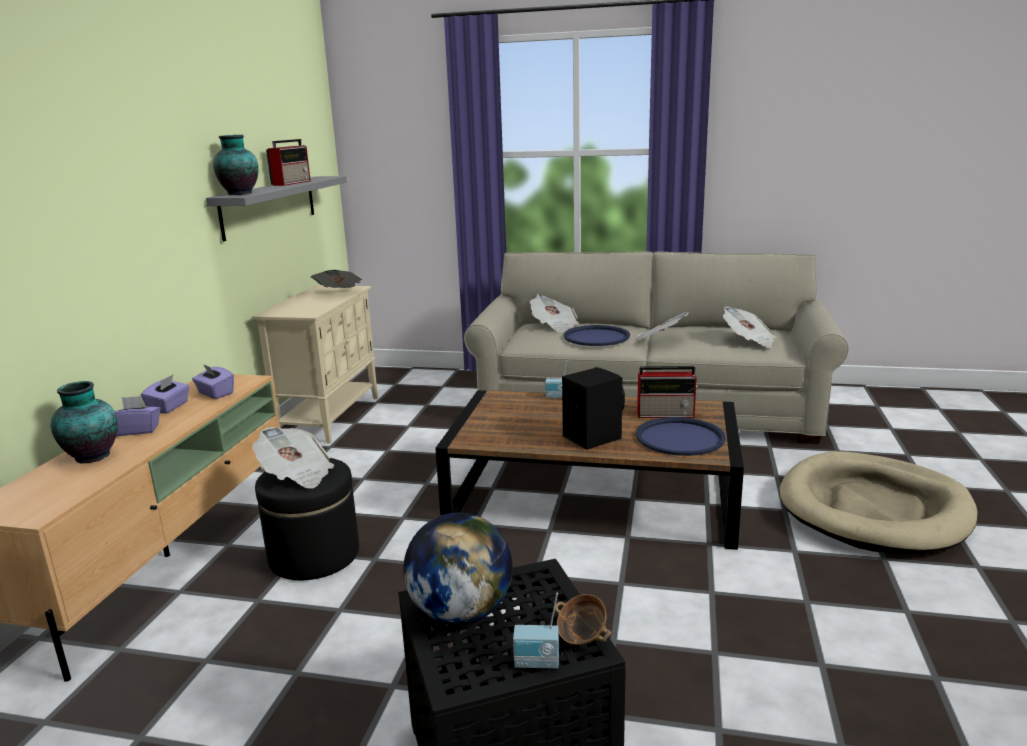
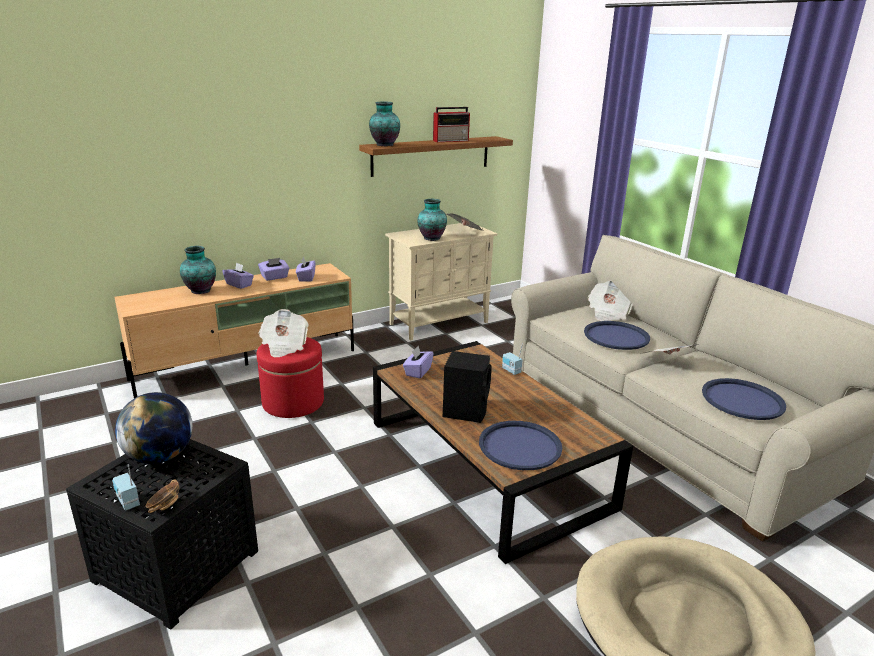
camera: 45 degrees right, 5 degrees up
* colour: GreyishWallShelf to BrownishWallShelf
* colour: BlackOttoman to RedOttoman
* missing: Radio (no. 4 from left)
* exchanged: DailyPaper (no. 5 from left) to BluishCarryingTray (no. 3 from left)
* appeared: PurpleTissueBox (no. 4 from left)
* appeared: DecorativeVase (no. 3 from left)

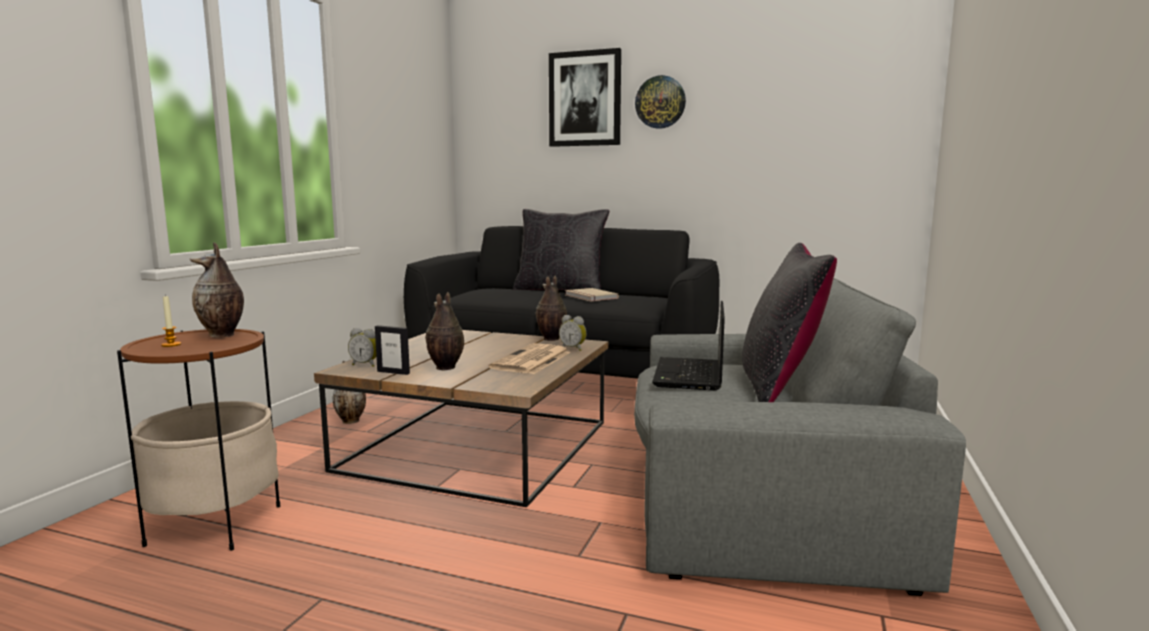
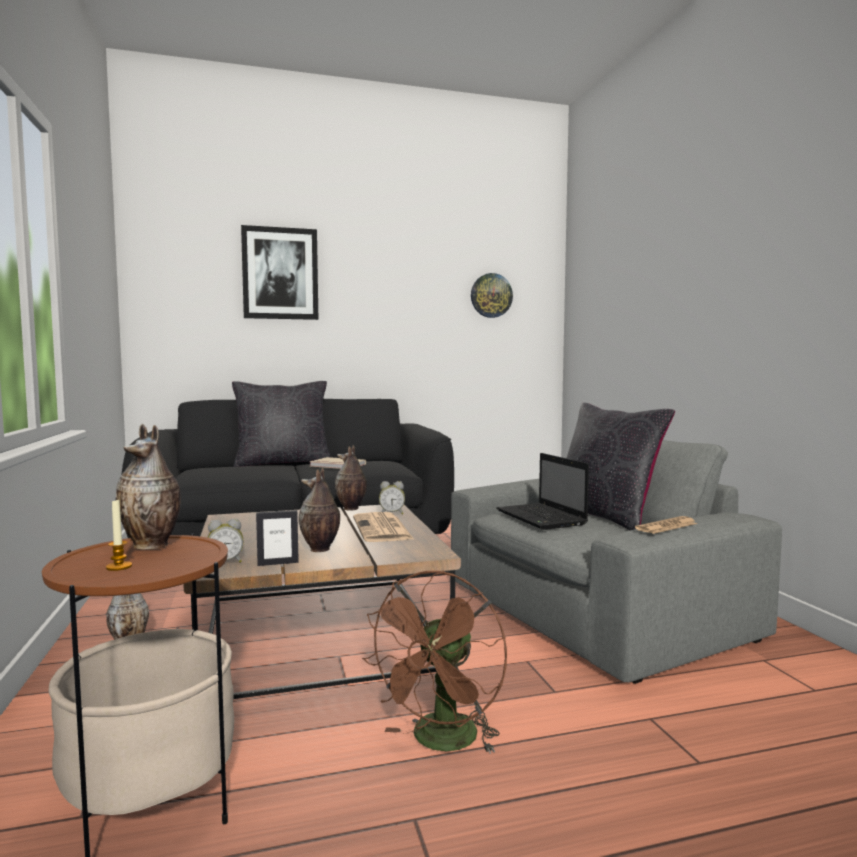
camera: 35 degrees left, 5 degrees down
* relocated: ClockOnTheWall
* appeared: BrownishFan
* appeared: DailyPaper (no. 2 from left)

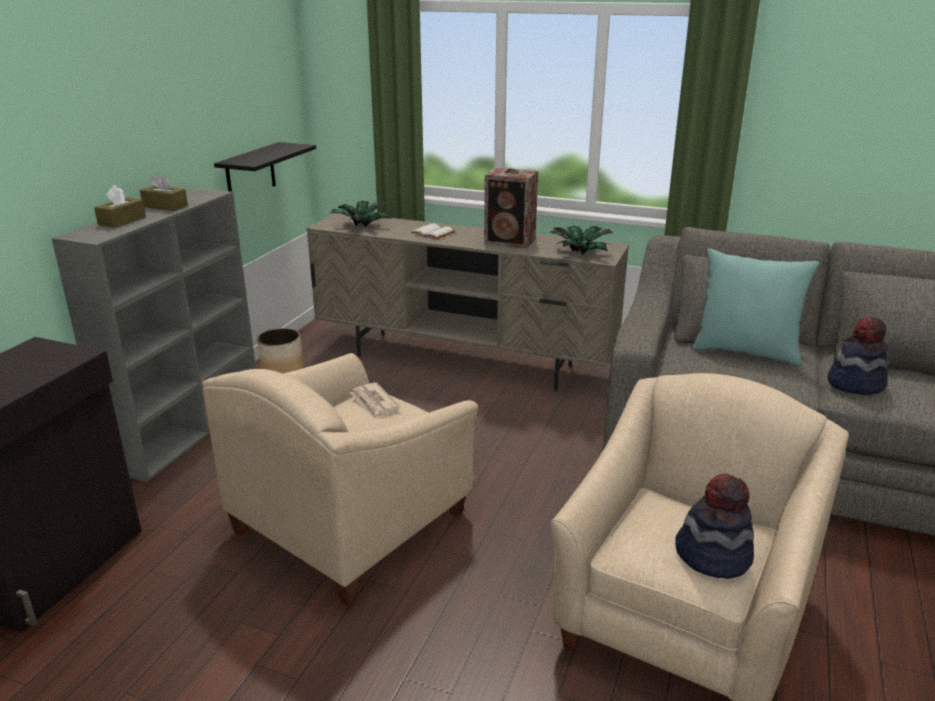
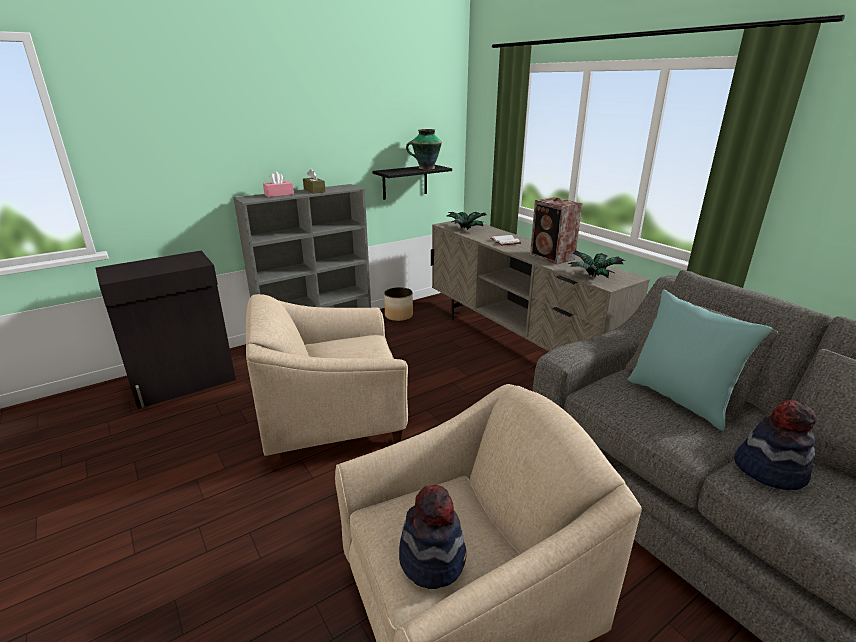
camera: 35 degrees right, 0 degrees up
* colour: BrownishTissueBox (no. 1 from left) to PinkColouredTissueBox
* missing: DailyPaper
* appeared: DecorativeVase

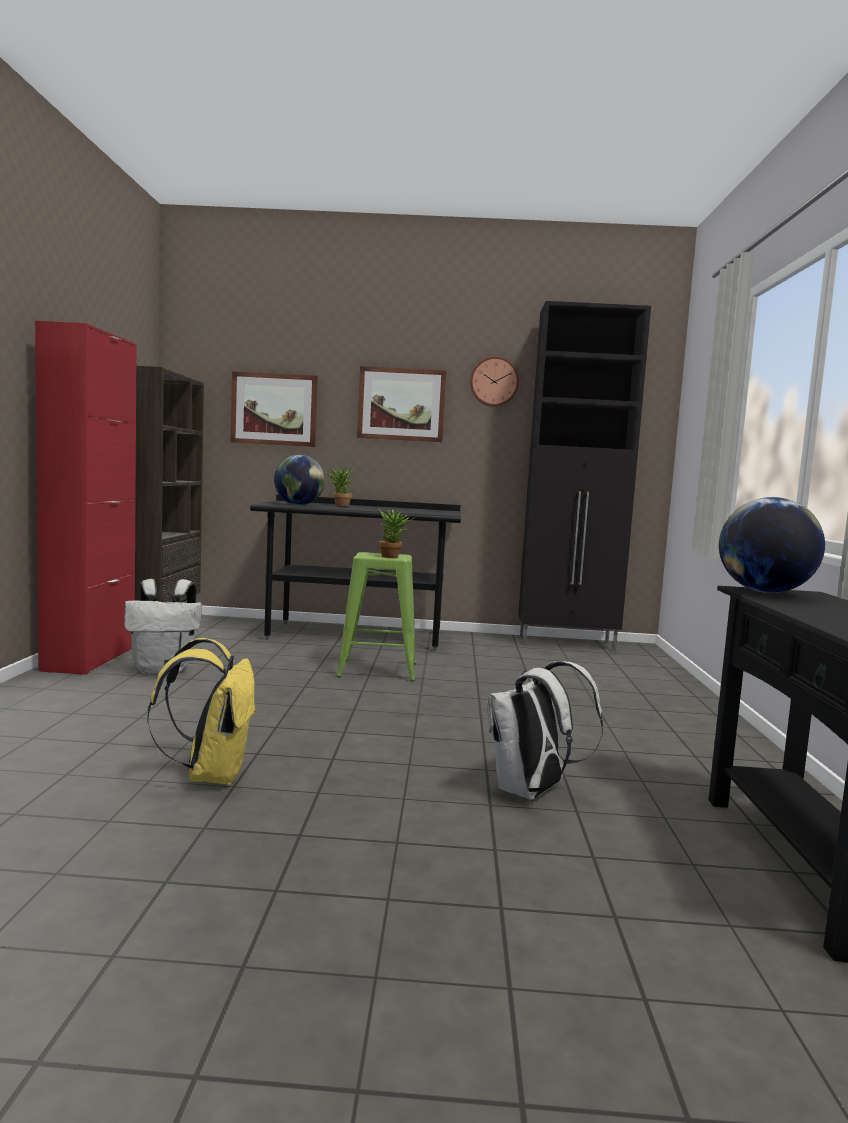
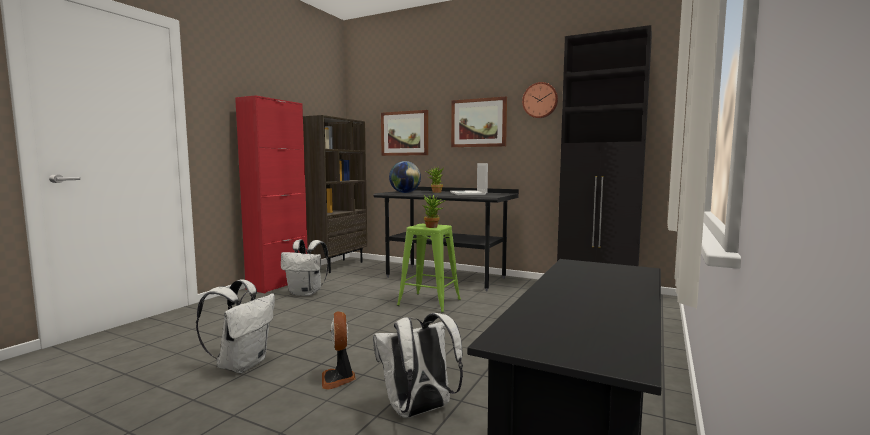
camera: 25 degrees right, 0 degrees up
* colour: YellowRucksack to WhiteColouredRucksack (no. 1 from left)
* missing: WorldGlobe (no. 2 from left)
* appeared: Fan
* appeared: PortableComputer

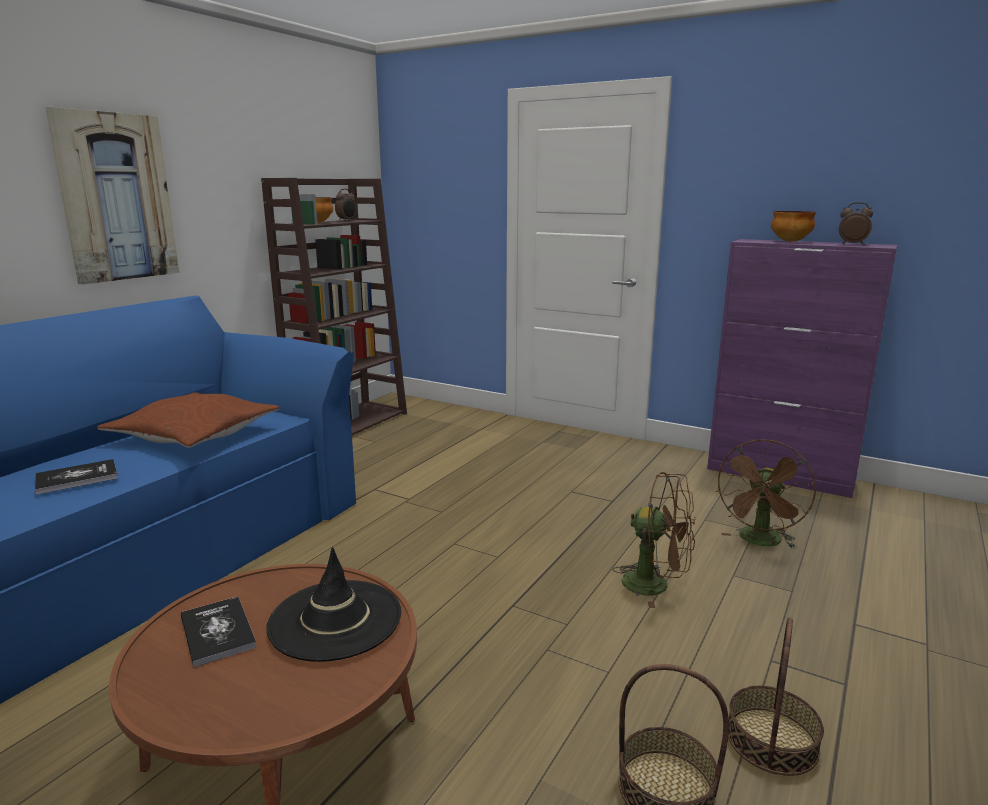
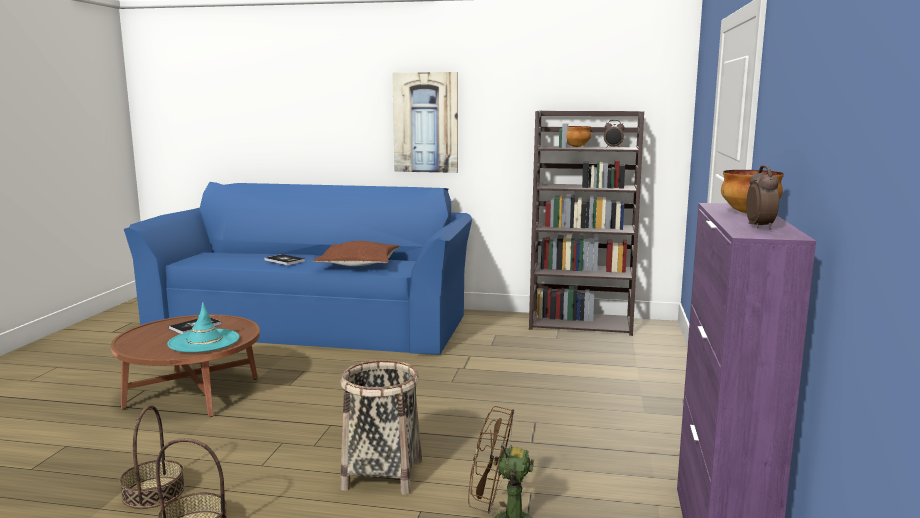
camera: 70 degrees right, 5 degrees down
* colour: BlackHat to TurquoiseHat
* exchanged: BrownishFan (no. 1 from left) to HouseholdBasket (no. 3 from left)

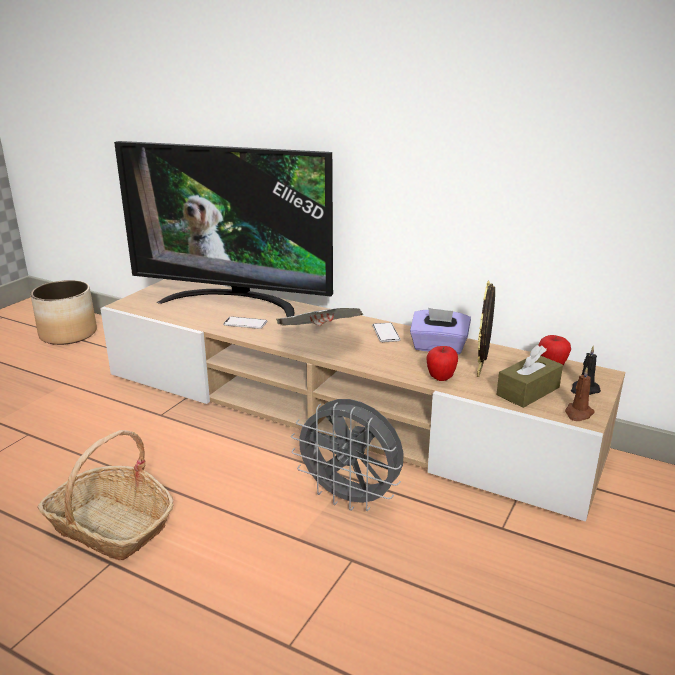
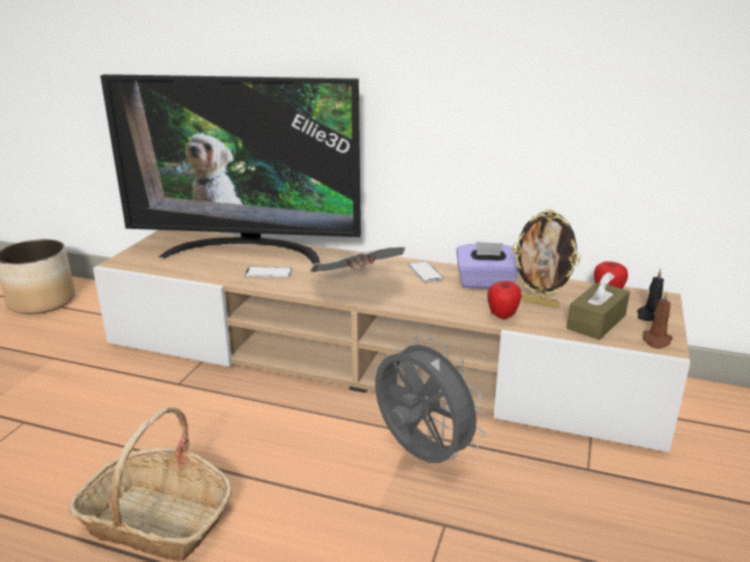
camera: 10 degrees left, 0 degrees up
* spun: GreyishFan 150 degrees counterclockwise
* spun: PhotoFrame 75 degrees counterclockwise

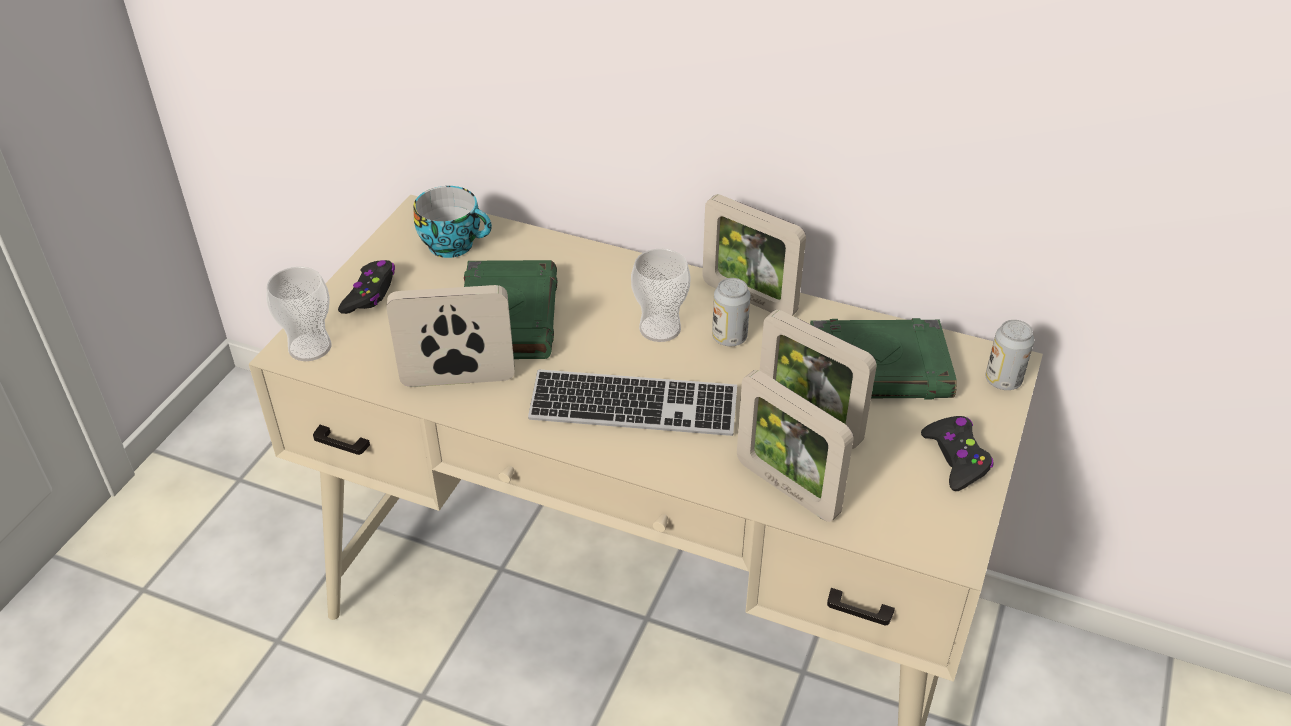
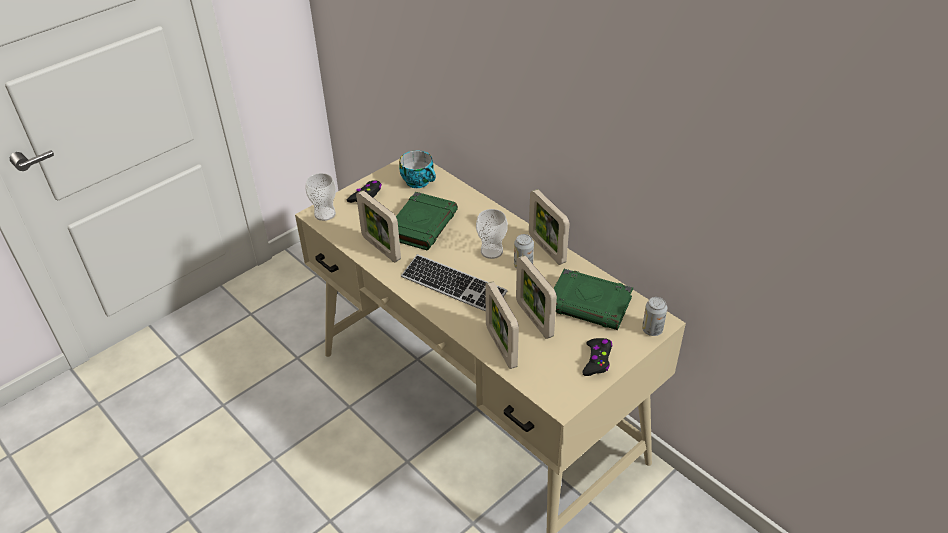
camera: 25 degrees right, 0 degrees up
* spun: PhotoFrame (no. 1 from left) 150 degrees counterclockwise

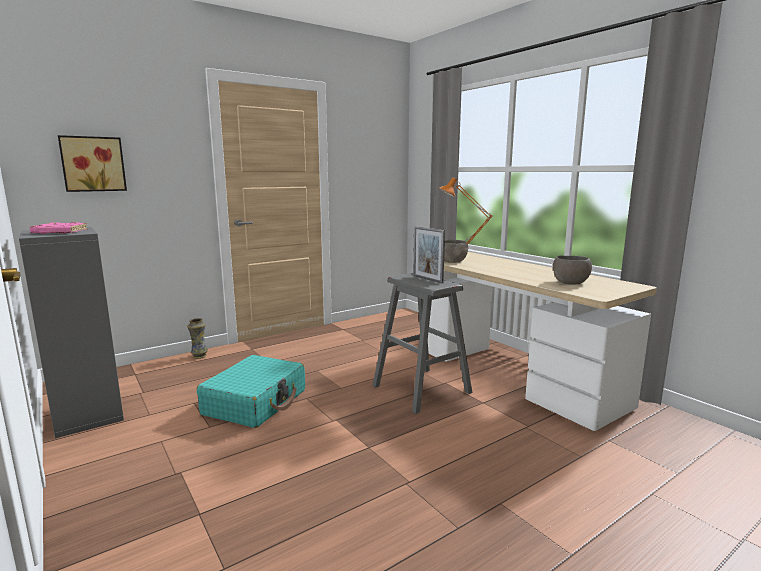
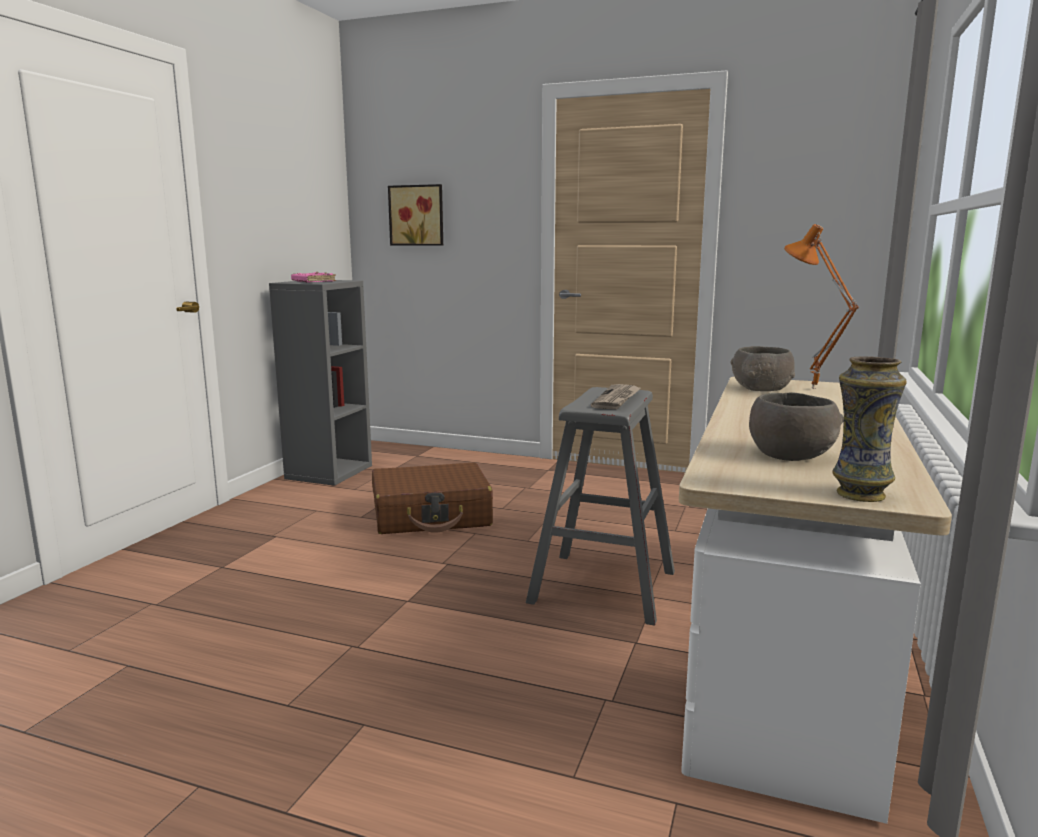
camera: 55 degrees right, 0 degrees up
* relocated: DecorativeVase
* colour: TurquoisePieceOfLuggage to BrownishPieceOfLuggage
* exchanged: PhotoFrame to DailyPaper

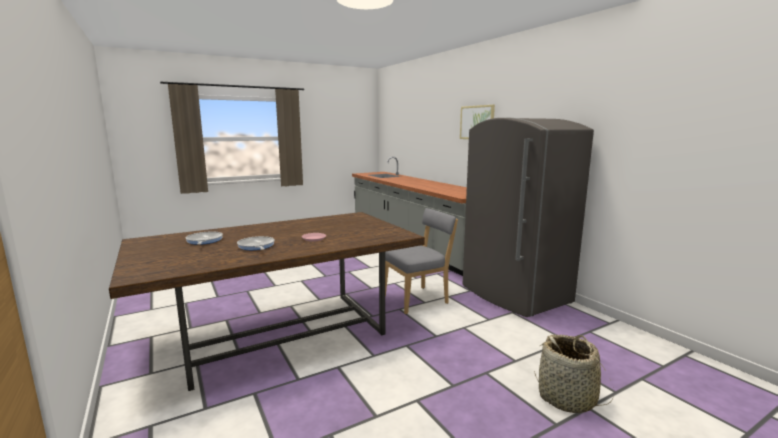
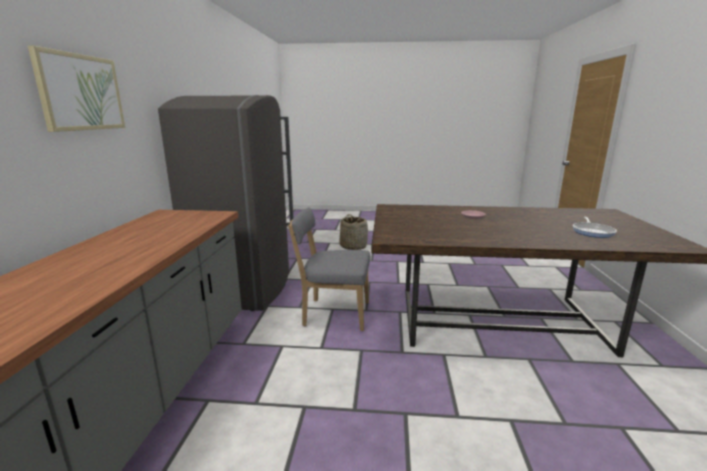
camera: 145 degrees left, 5 degrees up
* missing: Skillet (no. 2 from left)

